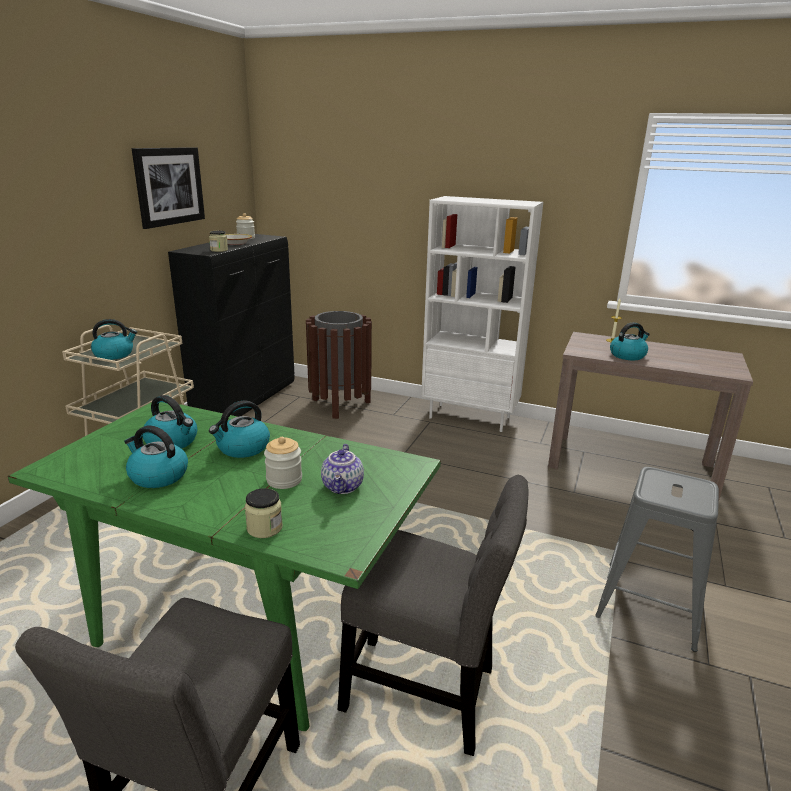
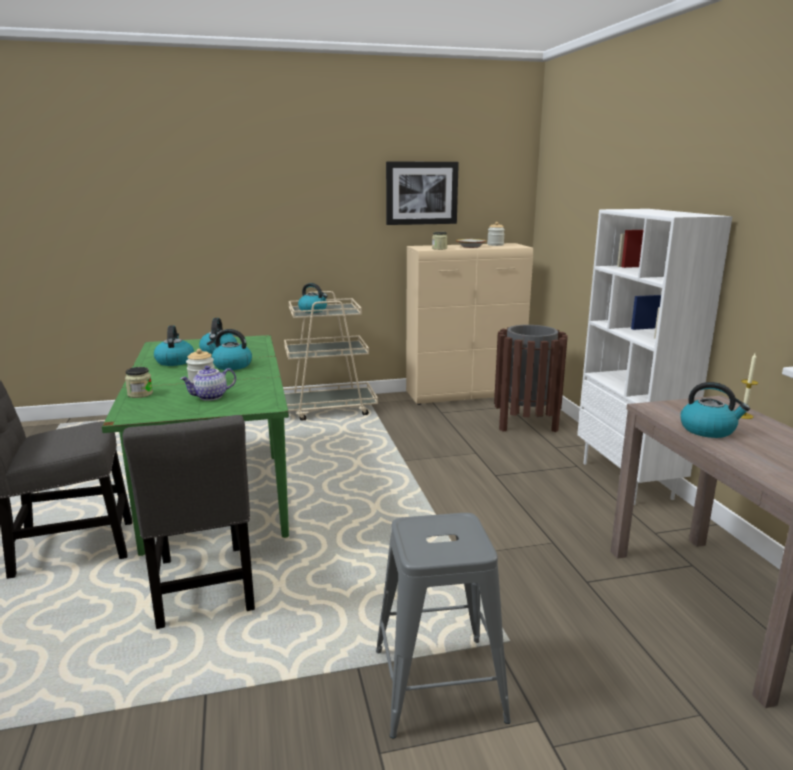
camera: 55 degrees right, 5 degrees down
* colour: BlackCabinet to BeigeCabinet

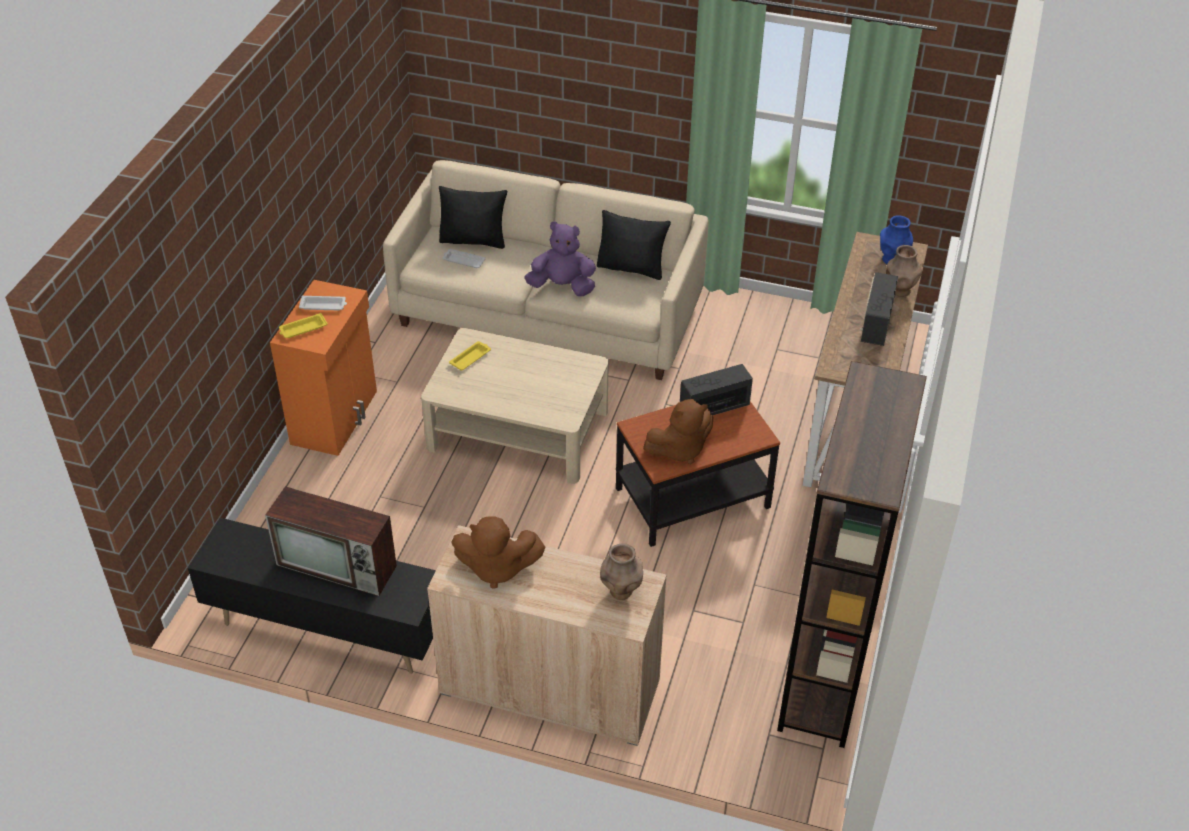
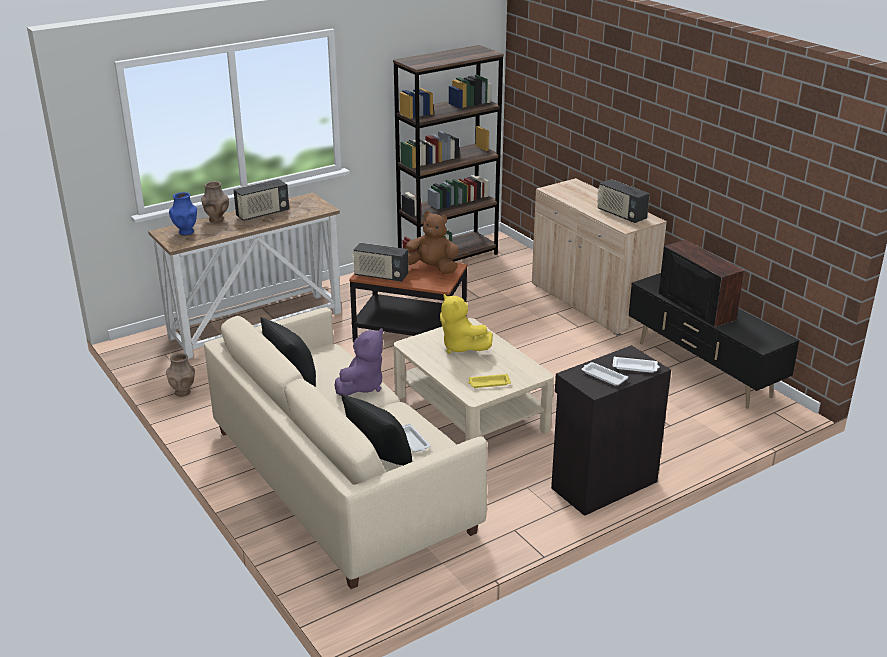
camera: 140 degrees left, 15 degrees down
* colour: OrangeCabinet to BlackCabinet
* colour: YellowCarryingTray (no. 1 from left) to WhiteColouredCarryingTray (no. 3 from left)
* exchanged: BrownishSoftToy (no. 1 from left) to Radio (no. 3 from left)
* spun: PurpleSoftToy 105 degrees counterclockwise
* relocated: BrownishDecorativeVase (no. 1 from left)
* appeared: YellowSoftToy

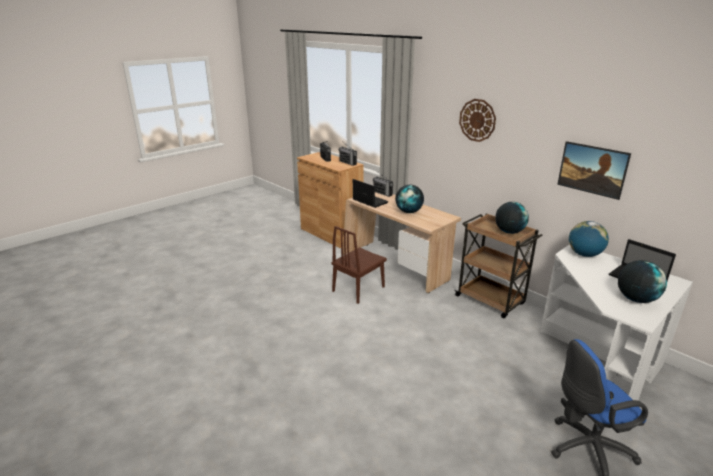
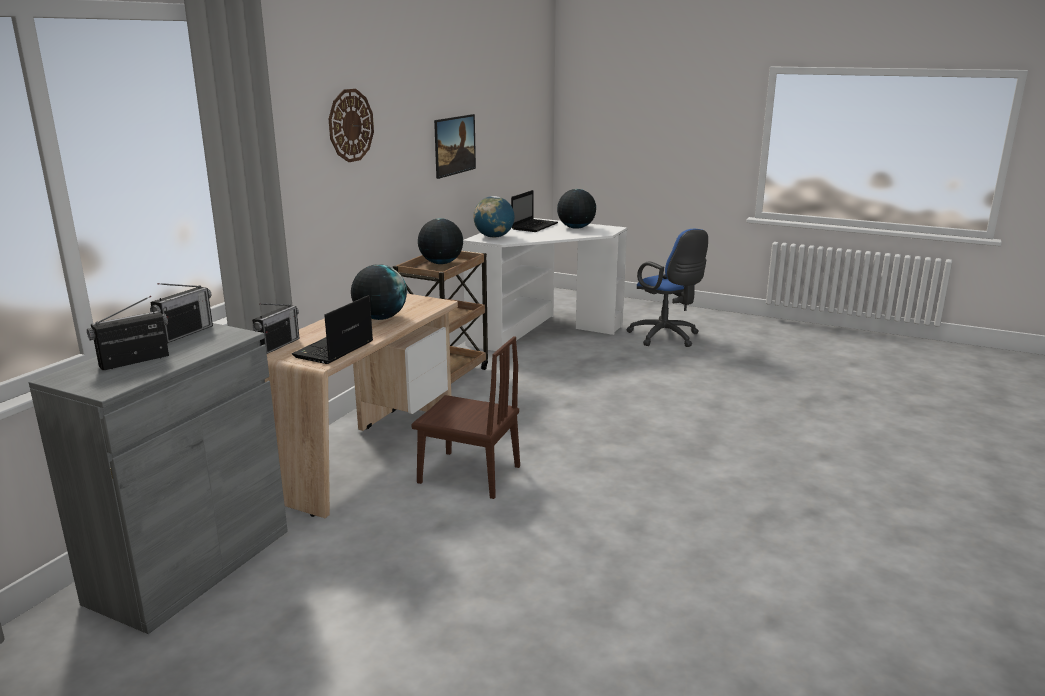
camera: 110 degrees left, 5 degrees down
* colour: BrownishCabinet to GreyishCabinet

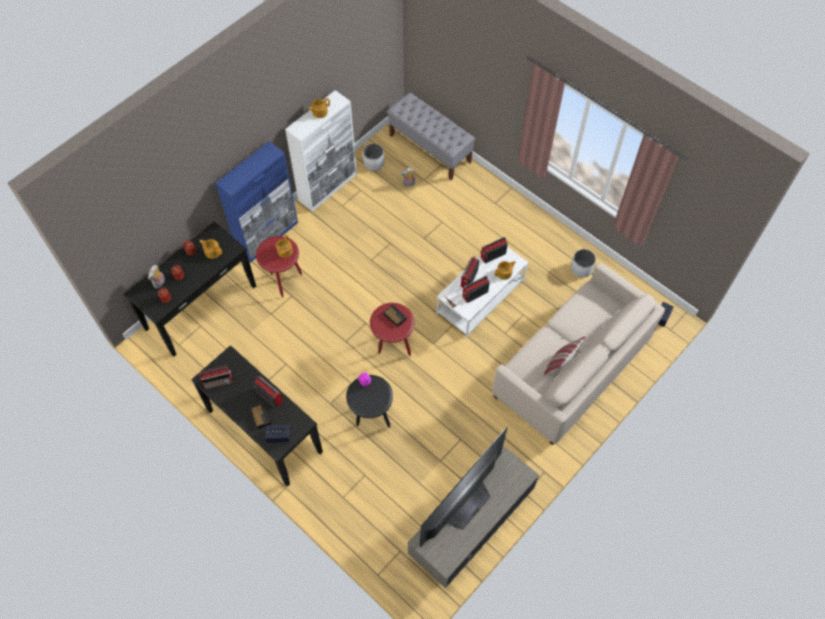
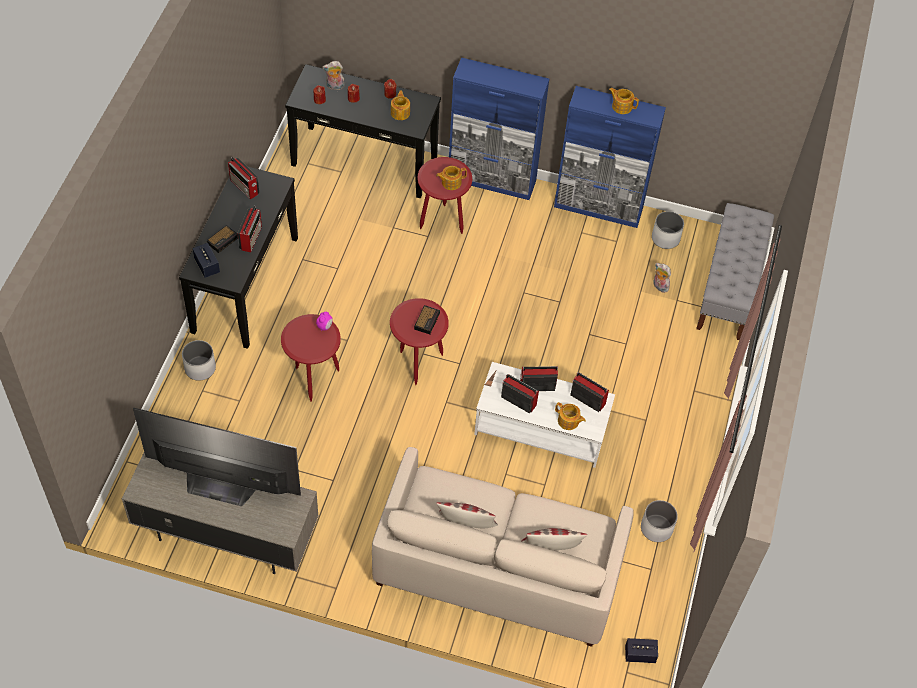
camera: 60 degrees right, 5 degrees down
* colour: WhiteColouredCabinet to BluishCabinet (no. 2 from left)
* colour: BlackEndTable to RedEndTable (no. 1 from left)
* appeared: WhiteColouredPlantPot (no. 1 from left)
* appeared: Cushion (no. 2 from left)

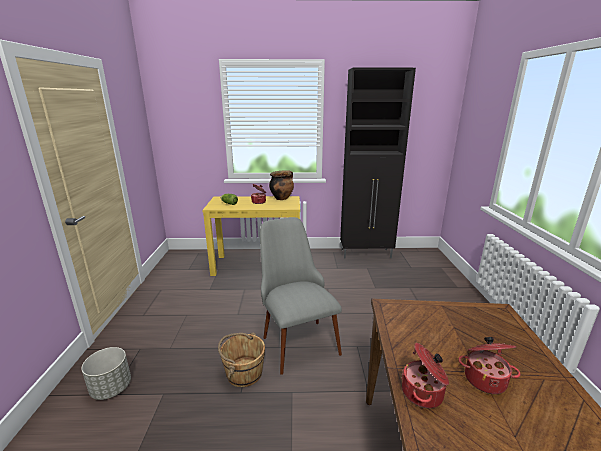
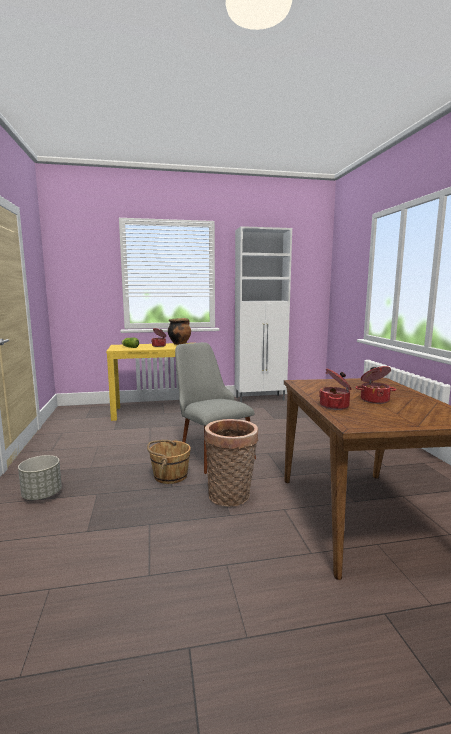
camera: 10 degrees left, 10 degrees down
* colour: BlackCabinet to WhiteColouredCabinet
* appeared: HouseholdBasket

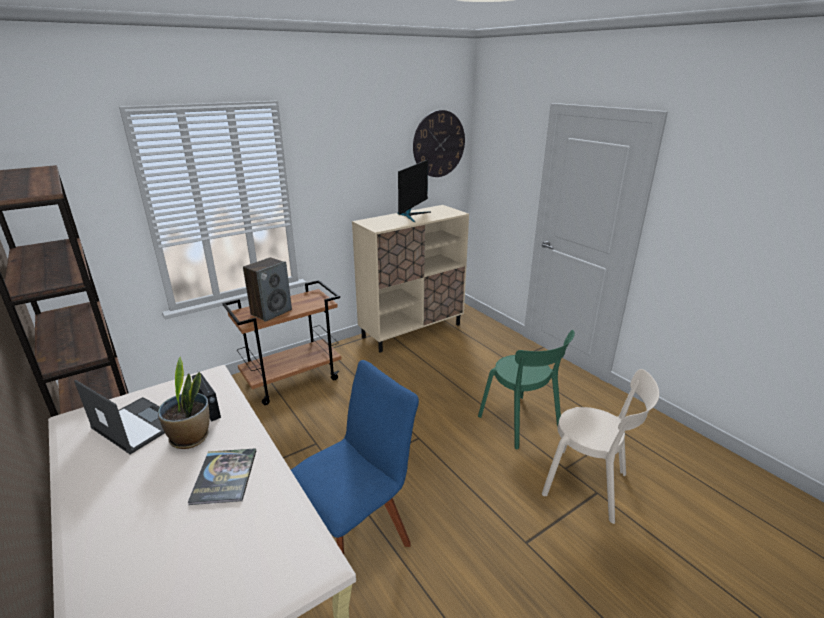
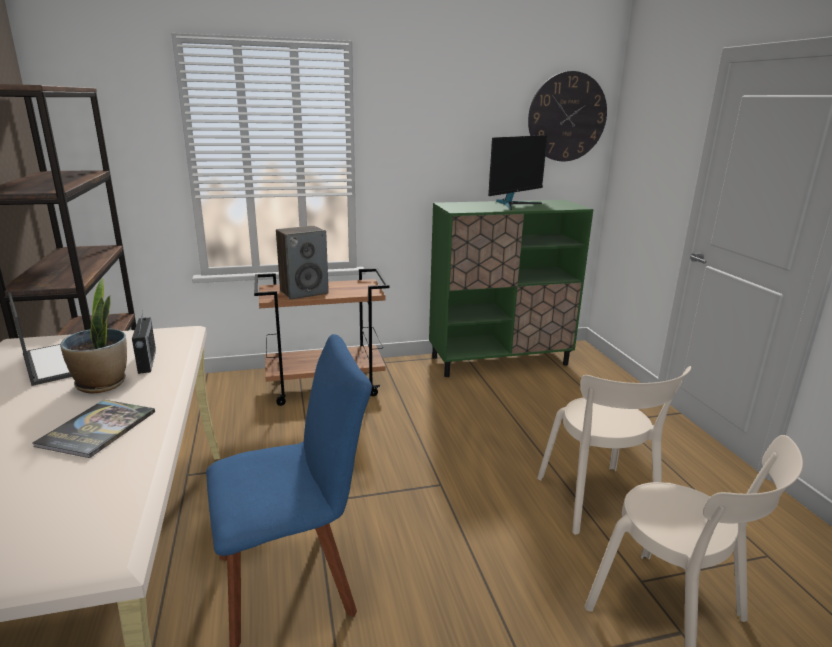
camera: 20 degrees right, 5 degrees down
* colour: BeigeCabinet to GreenishCabinet
* colour: GreenishUprightChair to BeigeUprightChair (no. 1 from left)

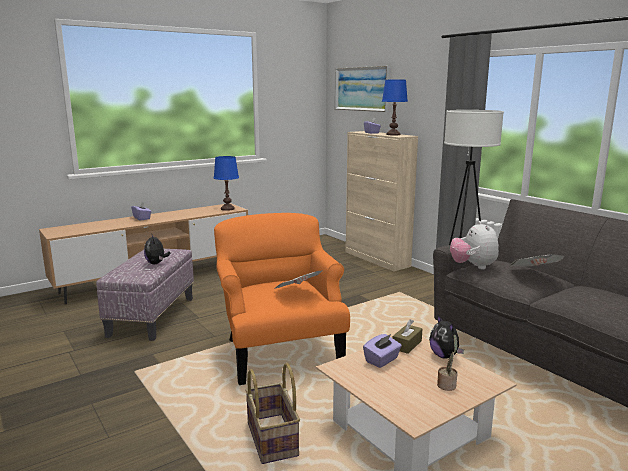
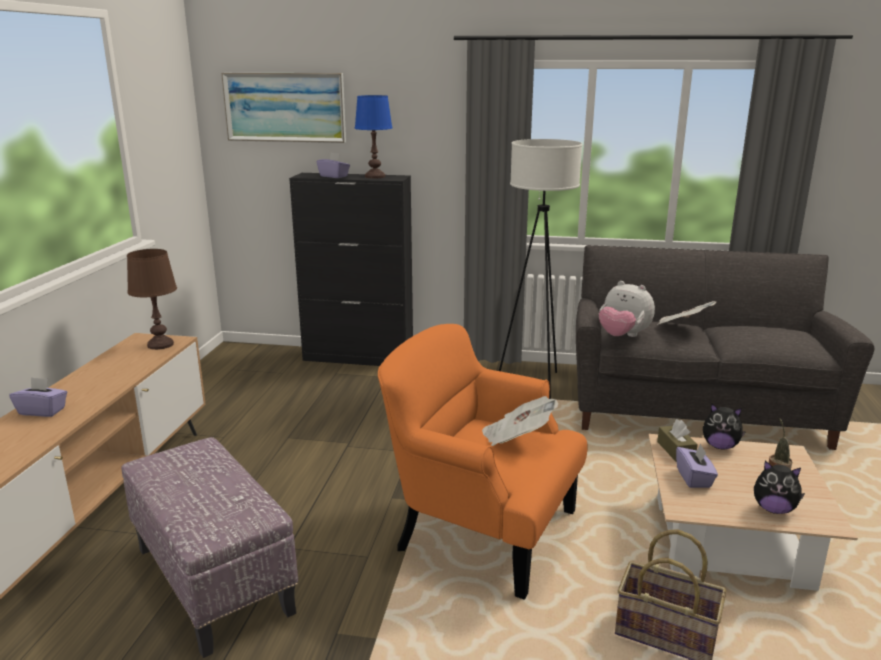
camera: 45 degrees left, 5 degrees up
* relocated: SoftToy (no. 1 from left in the first image) to SoftToy (no. 3 from left)
* colour: BluishTabletopLamp (no. 1 from left) to BrownishTabletopLamp
* colour: BeigeCabinet to BlackCabinet

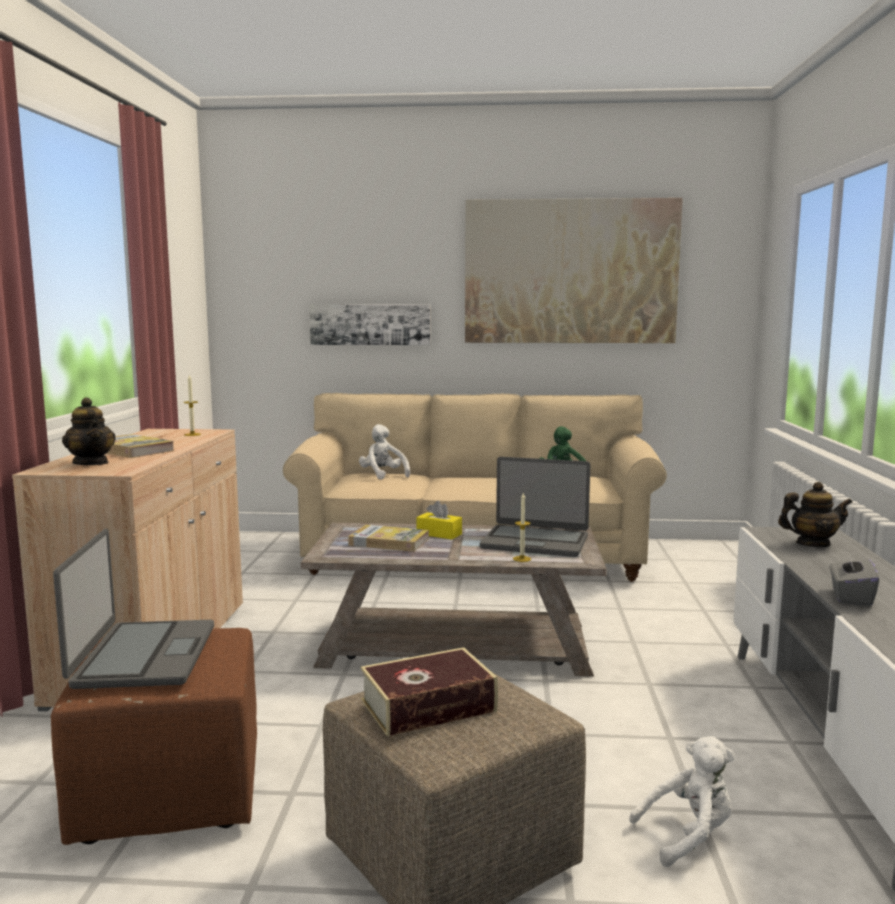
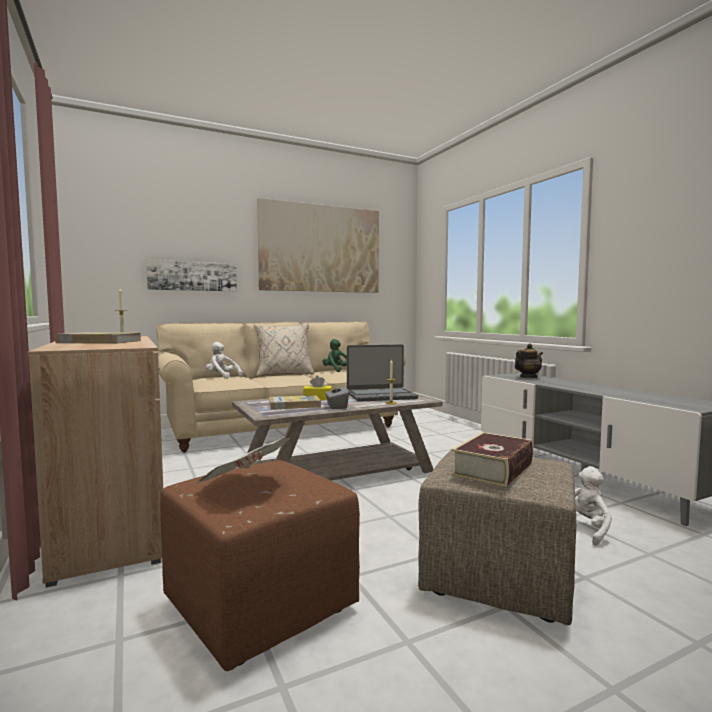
camera: 30 degrees left, 5 degrees down
* exchanged: PortableComputer (no. 1 from left) to DailyPaper
* missing: Teapot (no. 1 from left)
* relocated: GreyishTissueBox
* appeared: BeigeCushion

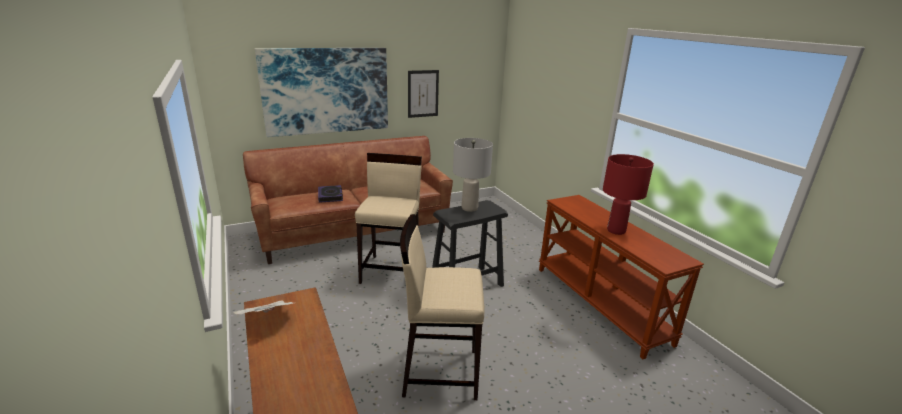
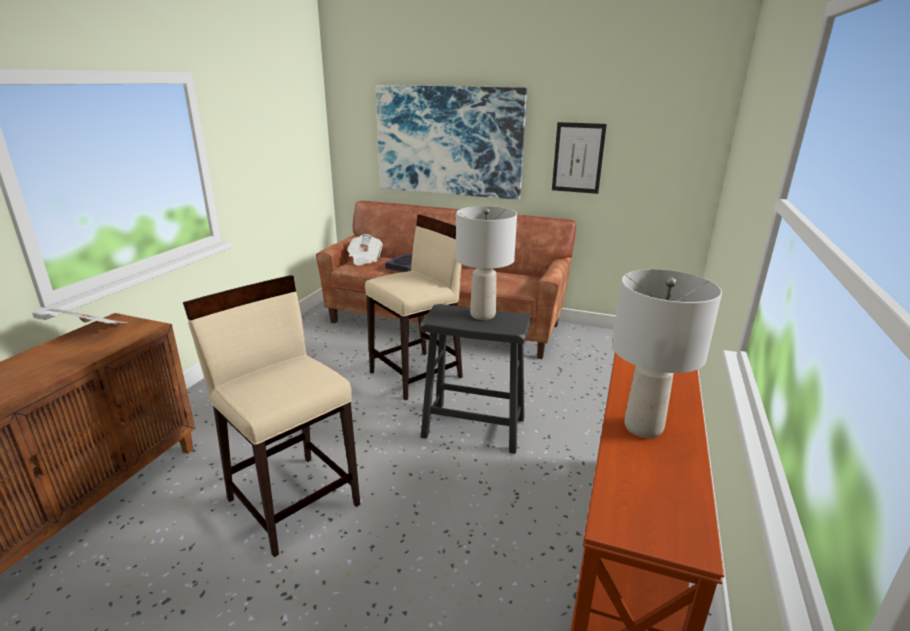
camera: 45 degrees right, 0 degrees up
* colour: RedTabletopLamp to GreyishTabletopLamp (no. 2 from left)
* appeared: DailyPaper (no. 2 from left)

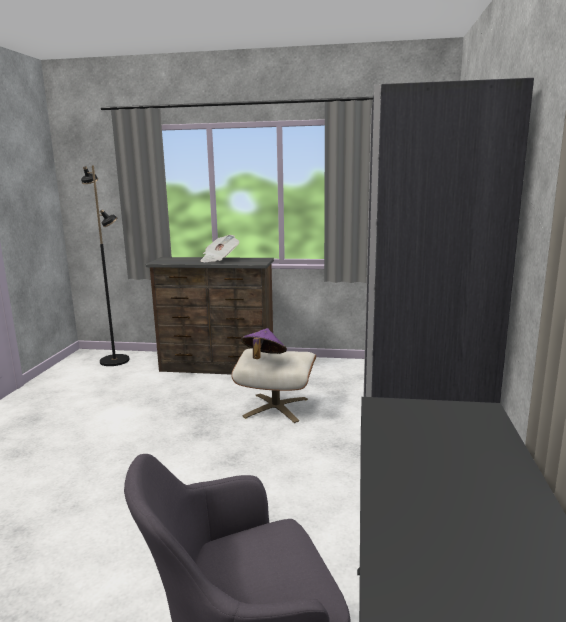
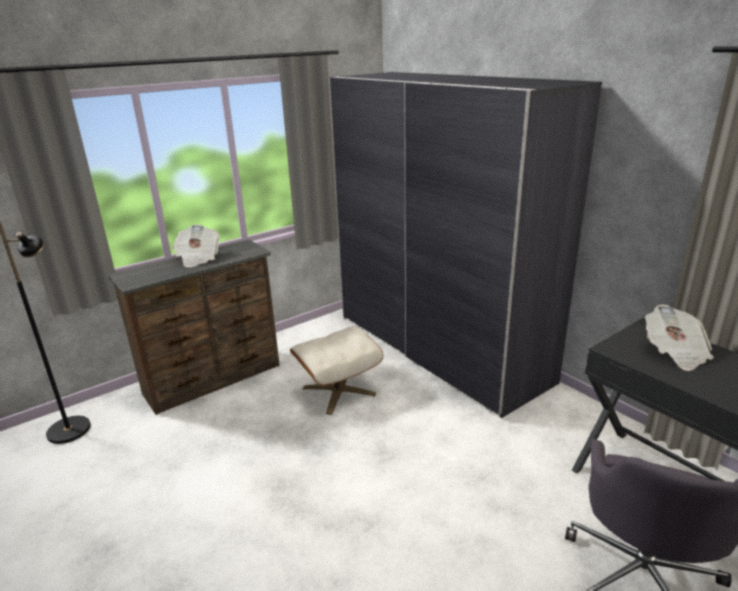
camera: 45 degrees left, 10 degrees up
* missing: PurpleHat
* appeared: DailyPaper (no. 2 from left)

